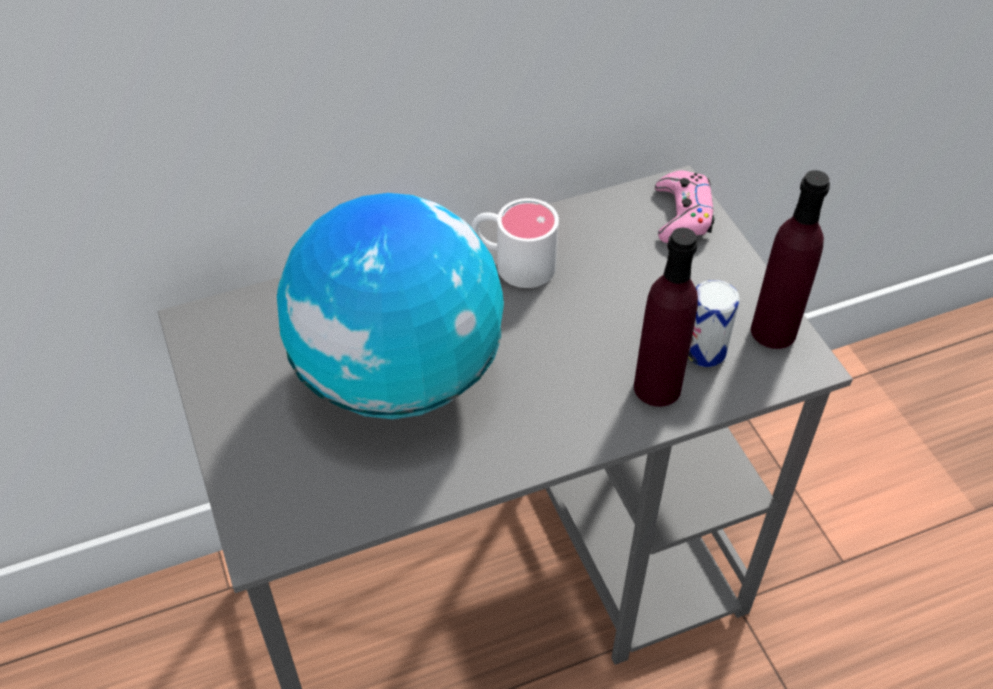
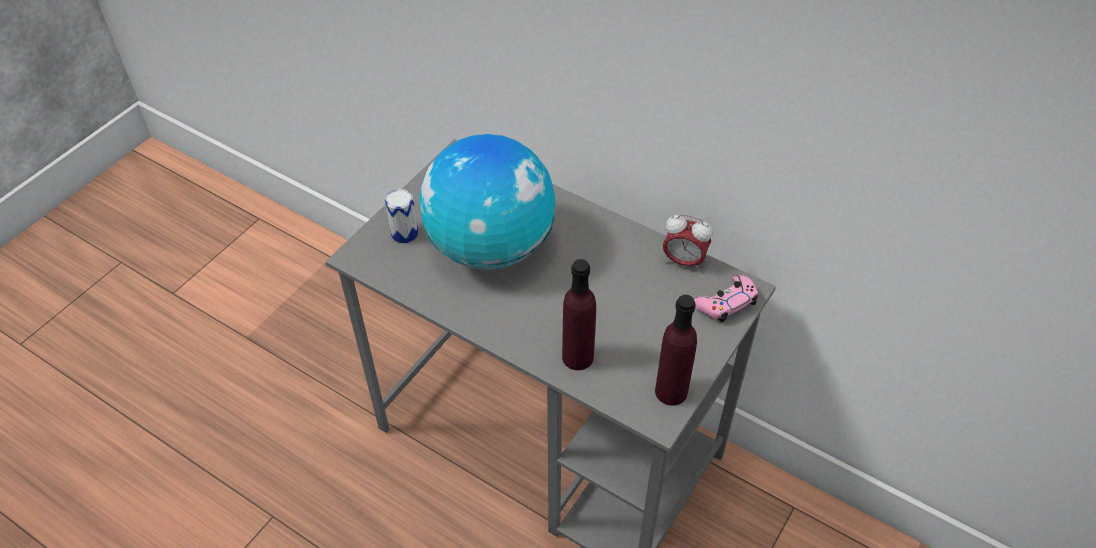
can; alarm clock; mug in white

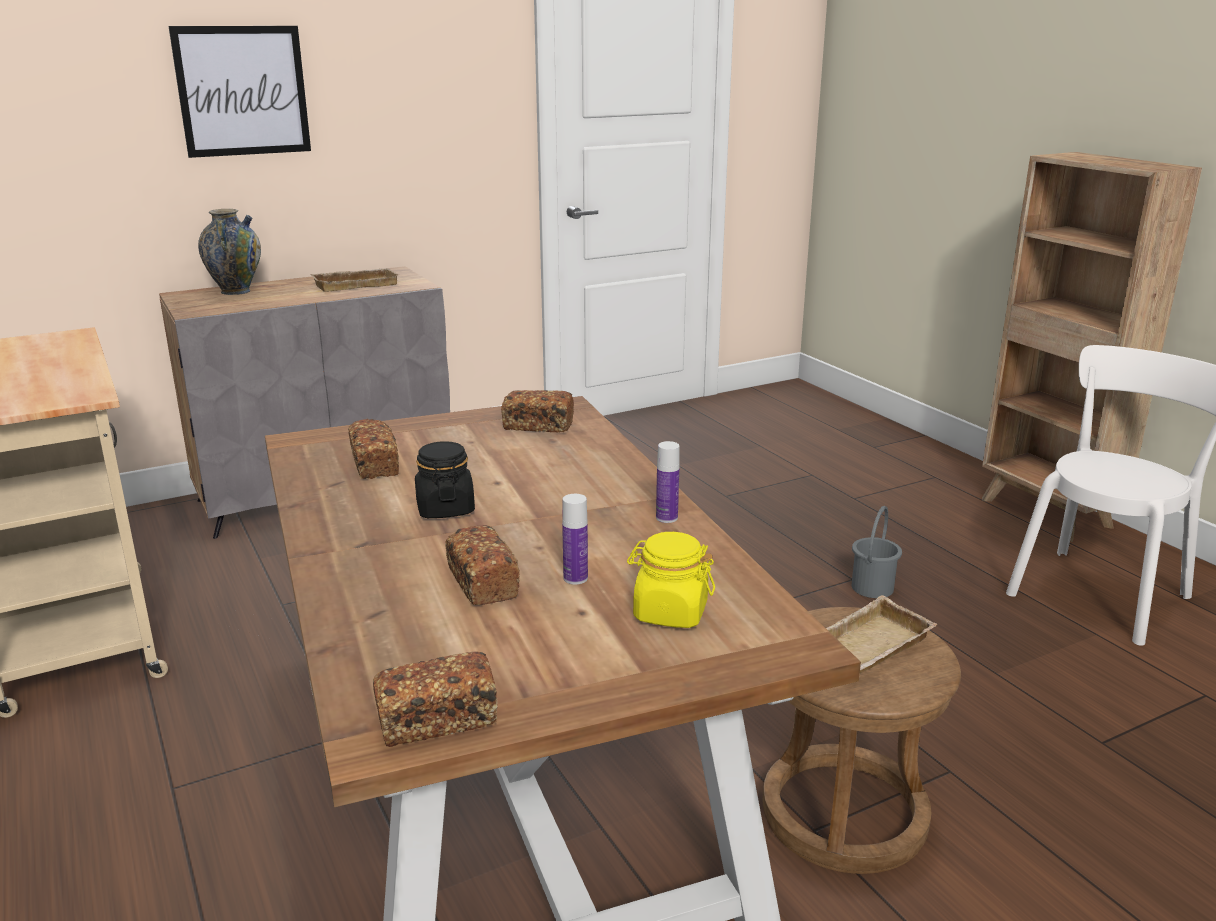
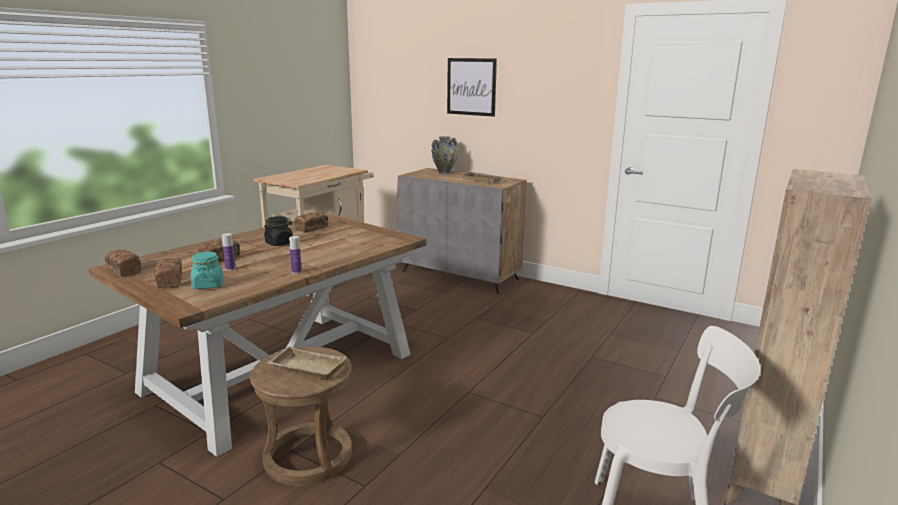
bread (2nd from left); jar in turquoise; bucket in grey

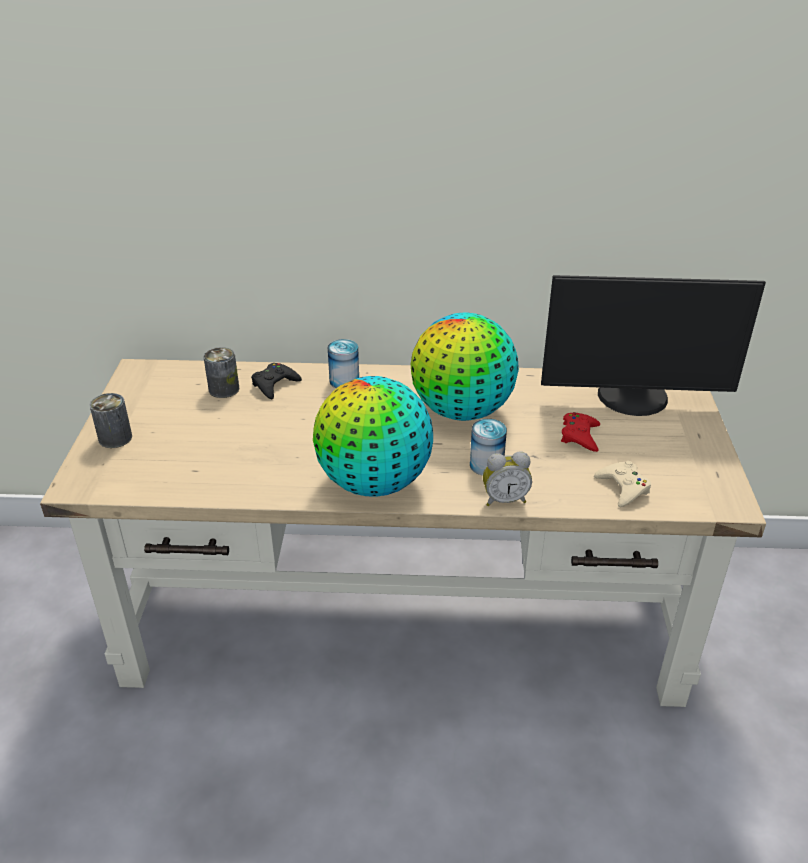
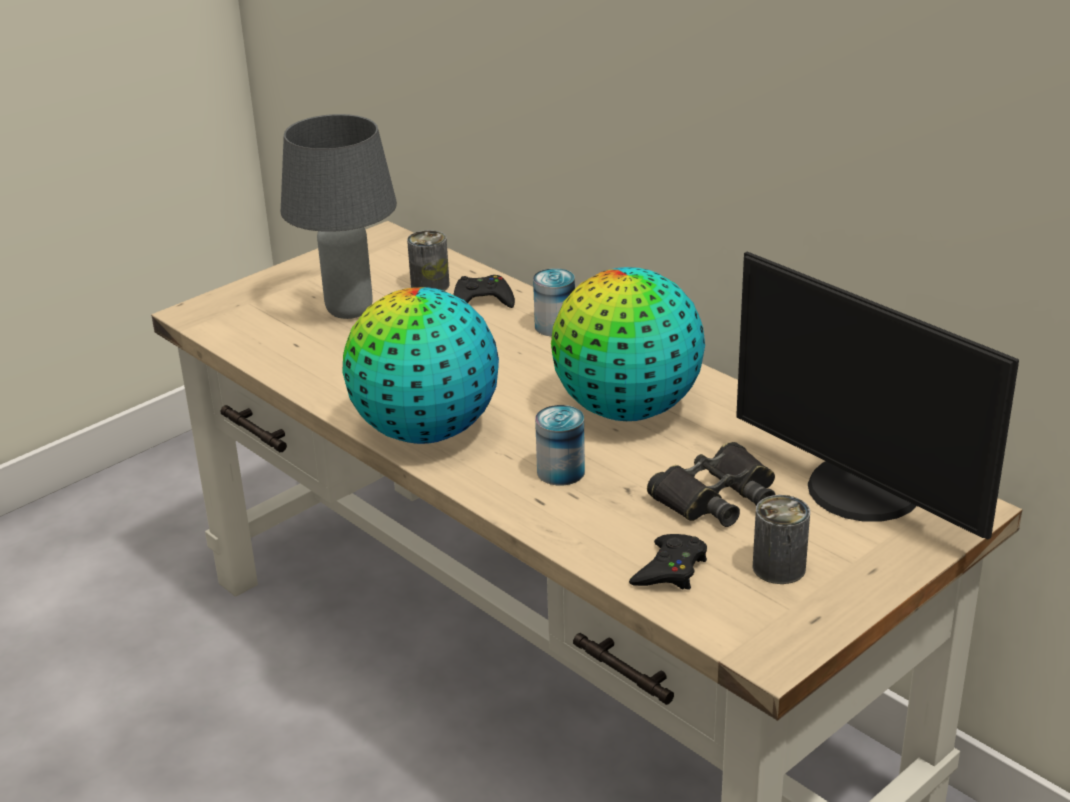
table lamp in grey; game controller in black (2nd from left); binoculars in black; can (4th from left); alarm clock

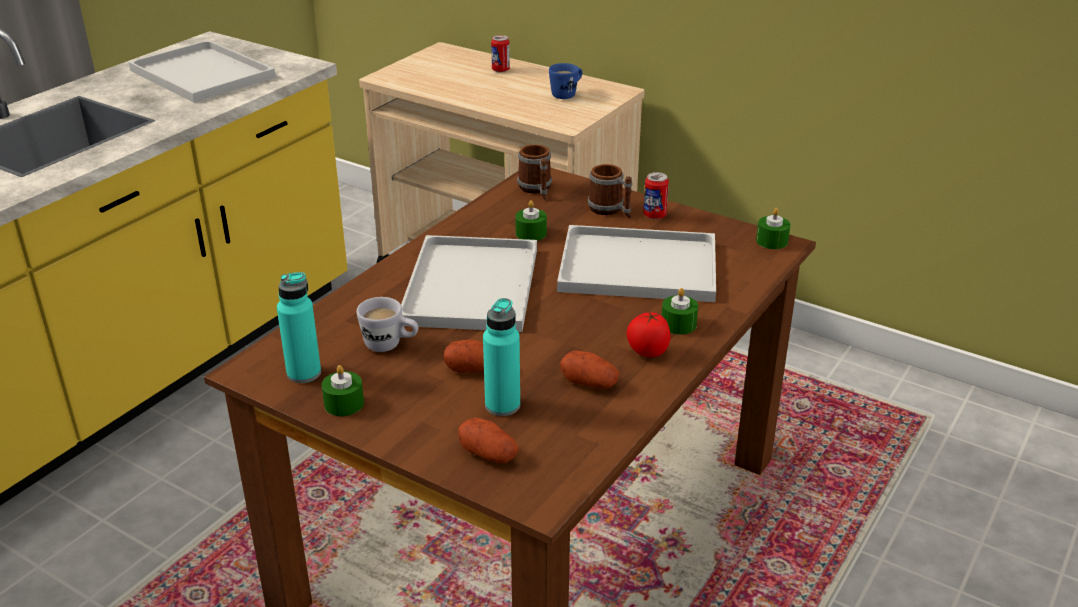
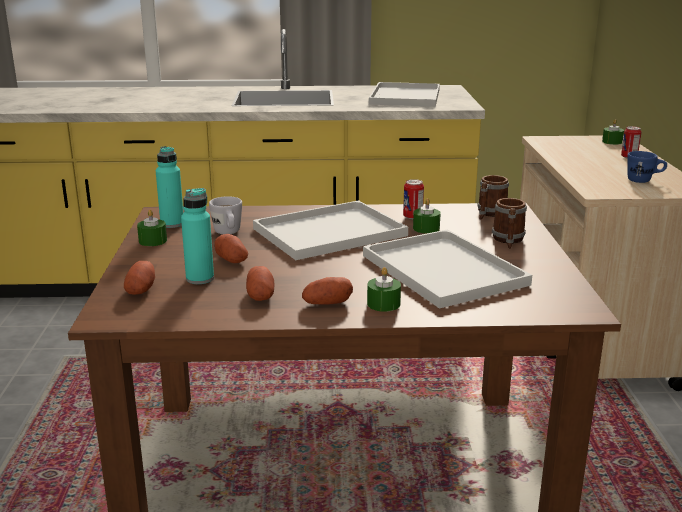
potato (4th from left); can (1st from left); candle in green (4th from left)

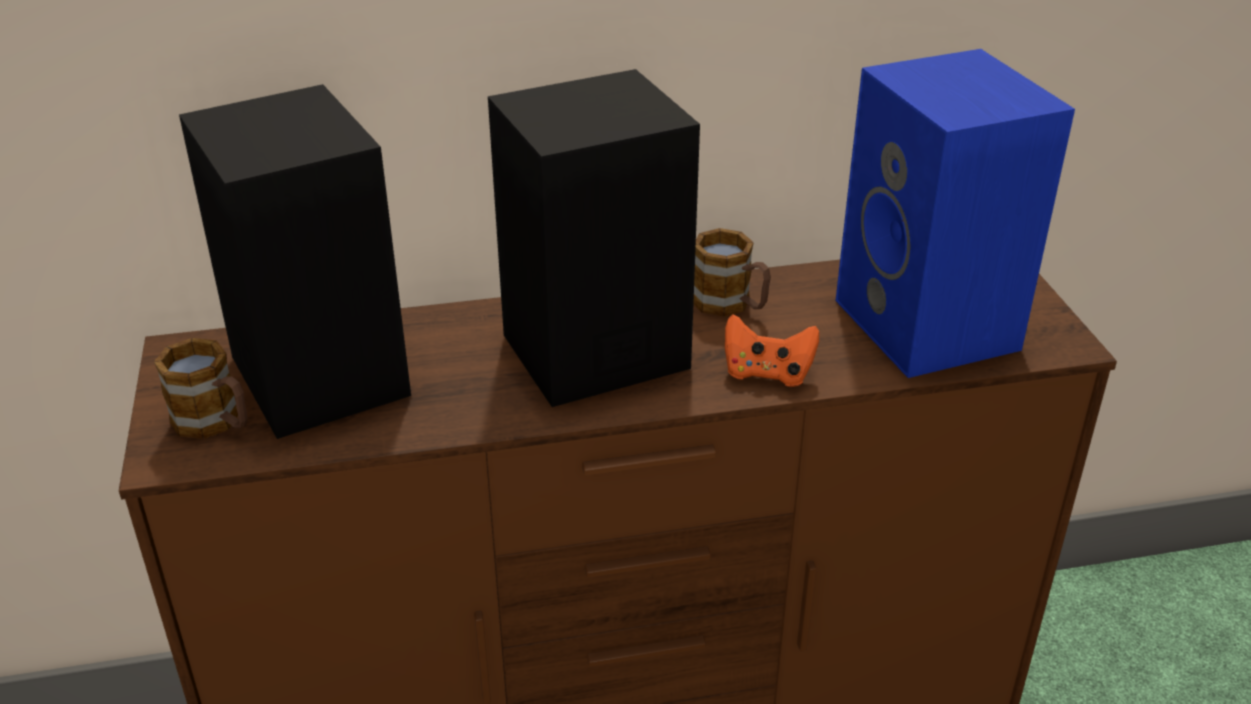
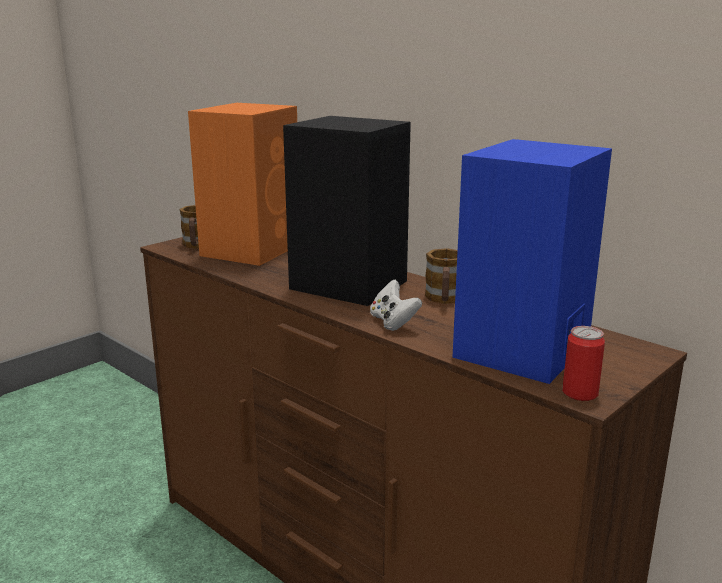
speaker in orange; game controller in white; can

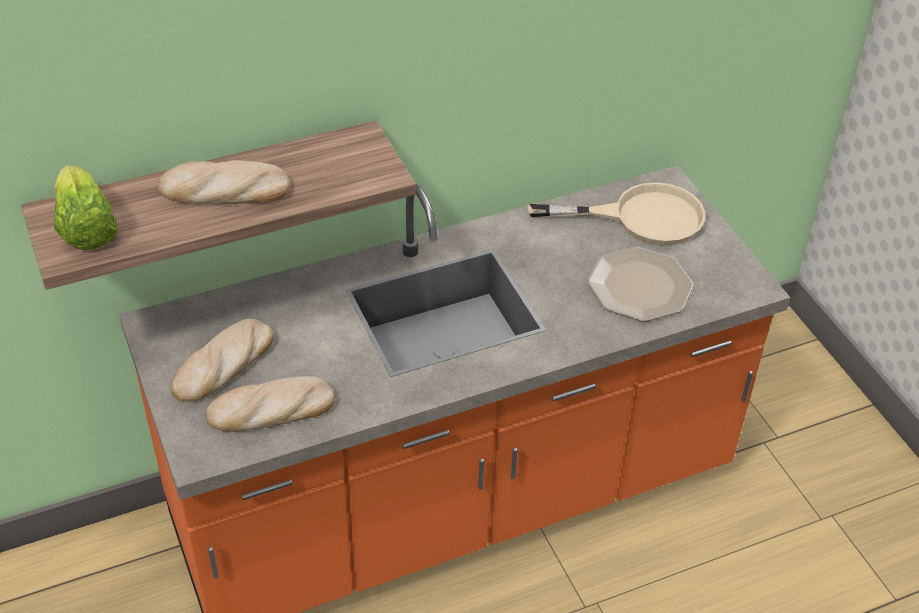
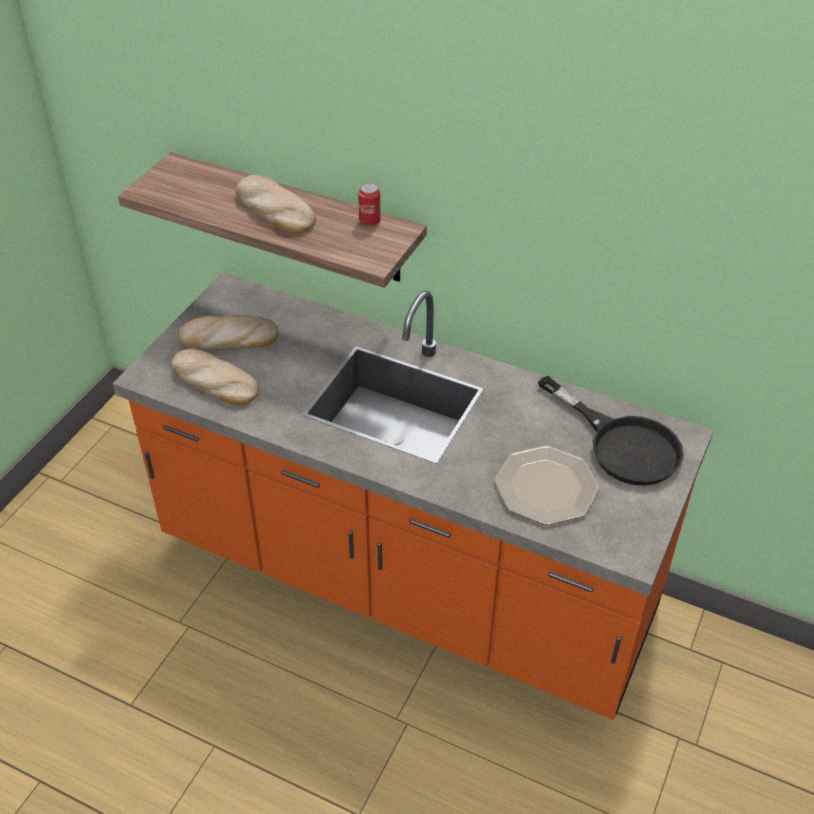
can; frying pan in black; lettuce

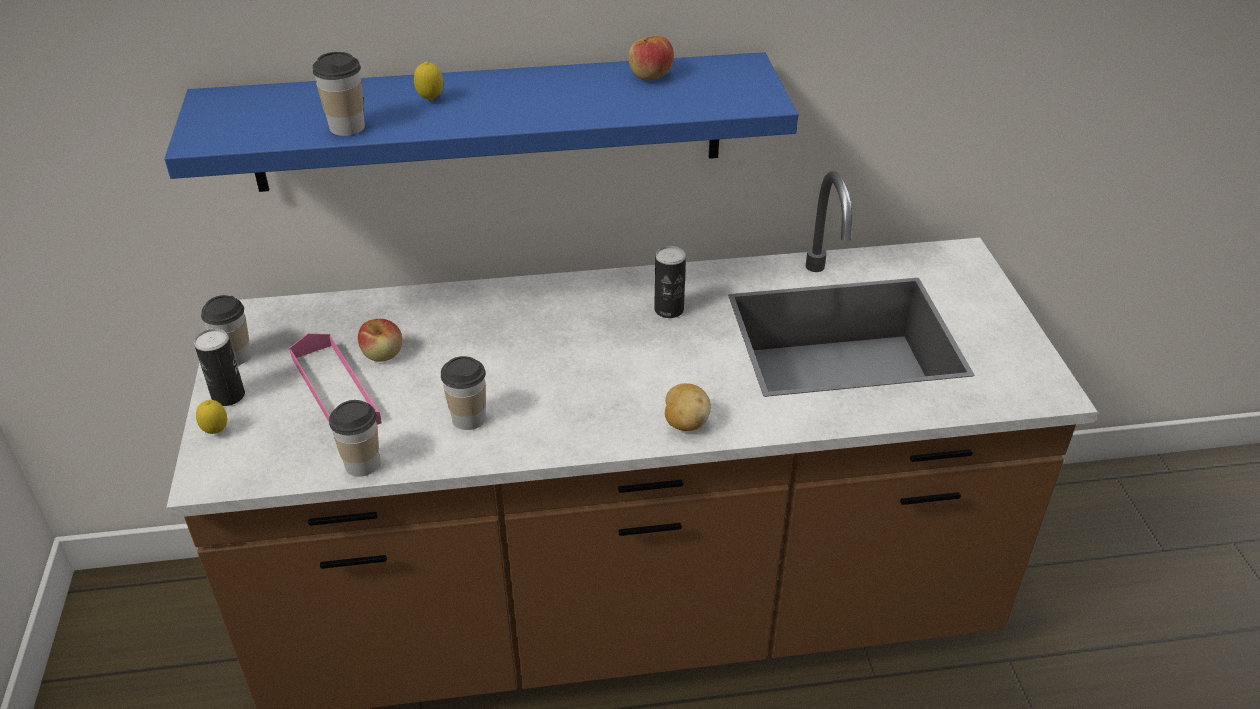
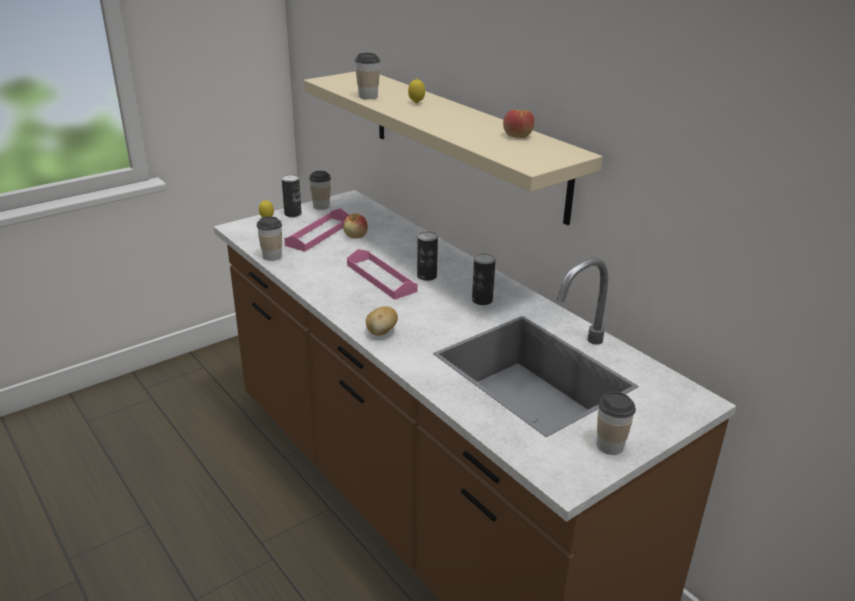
shelf in beige; tray in pink (2nd from left); can (2nd from left); cup (4th from left)

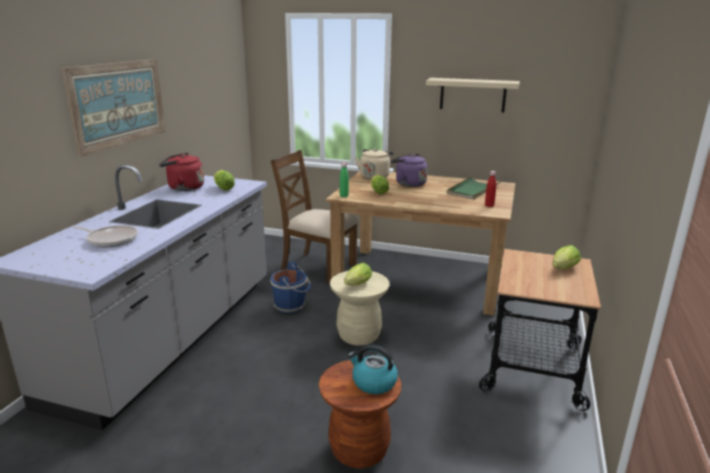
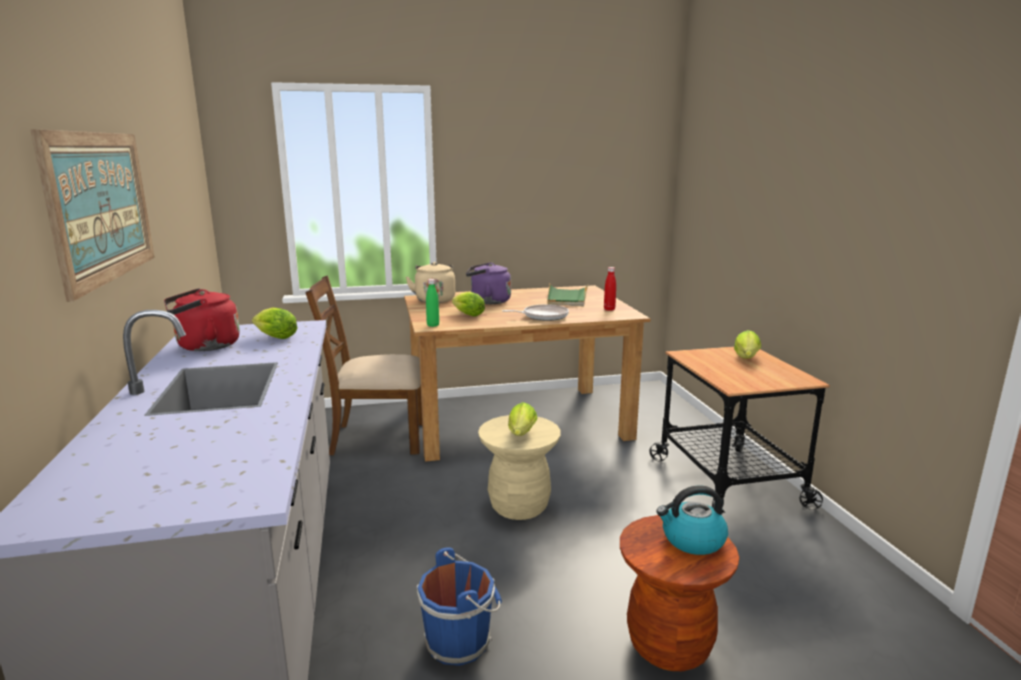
bucket in blue; frying pan; shelf in beige

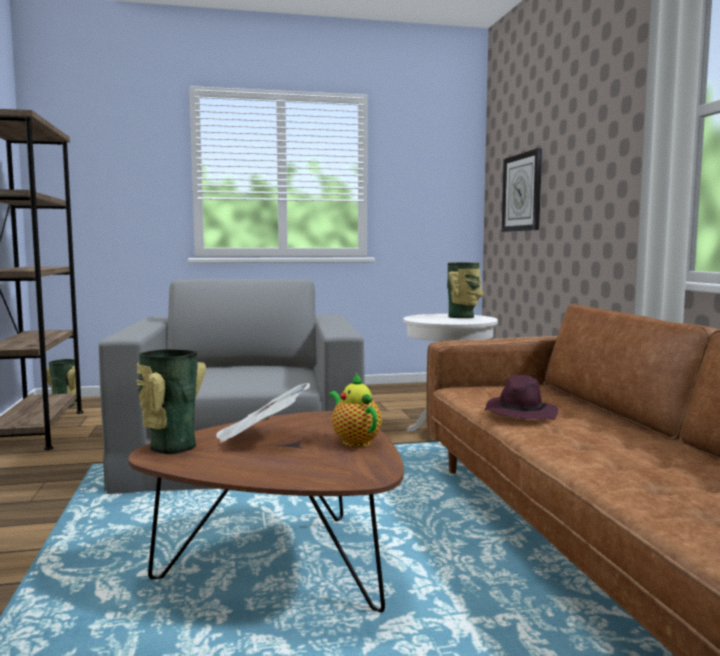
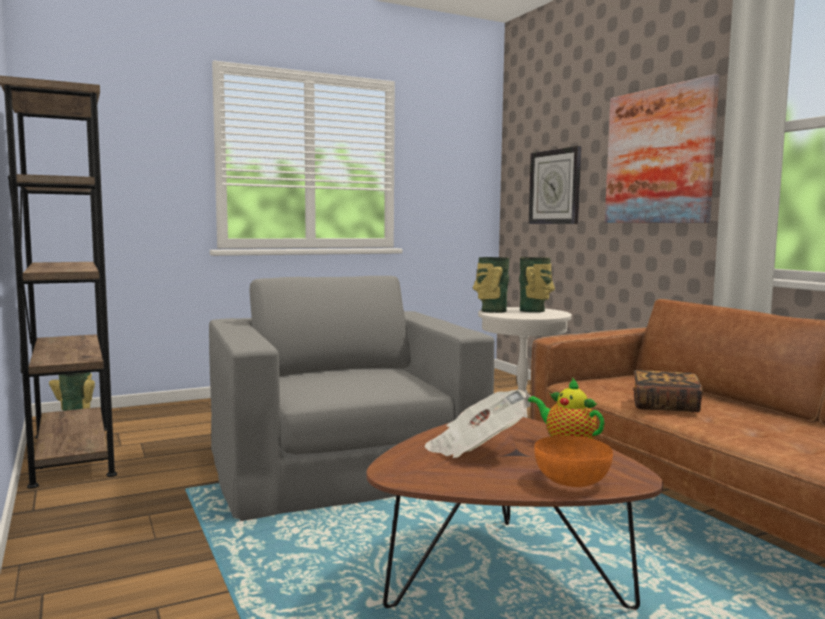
vase (2nd from left); bowl in orange; picture; book

